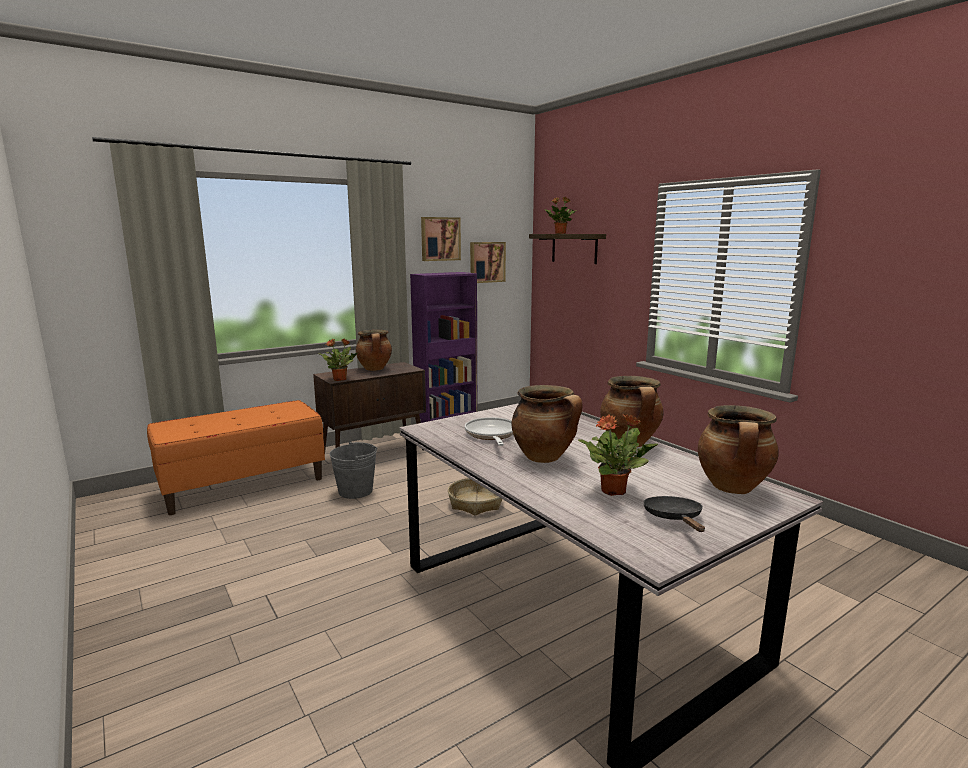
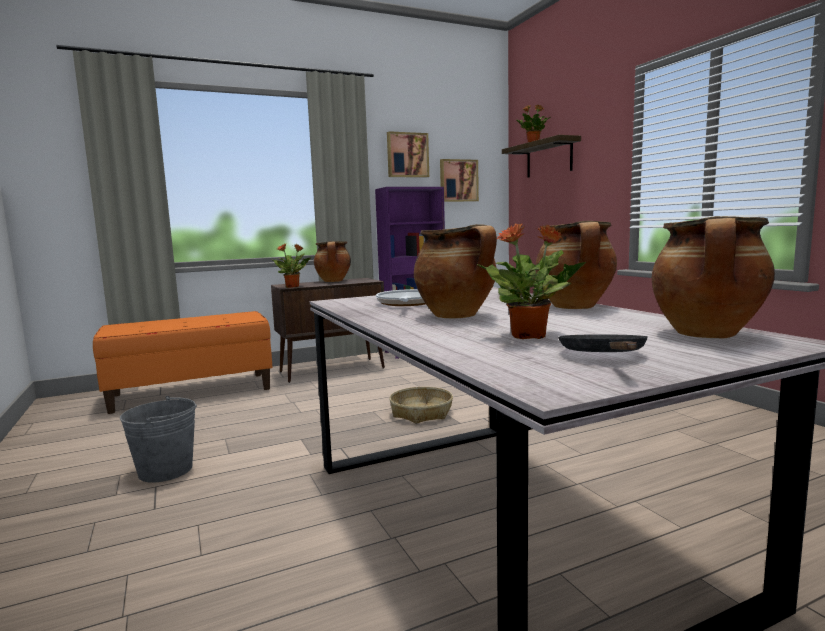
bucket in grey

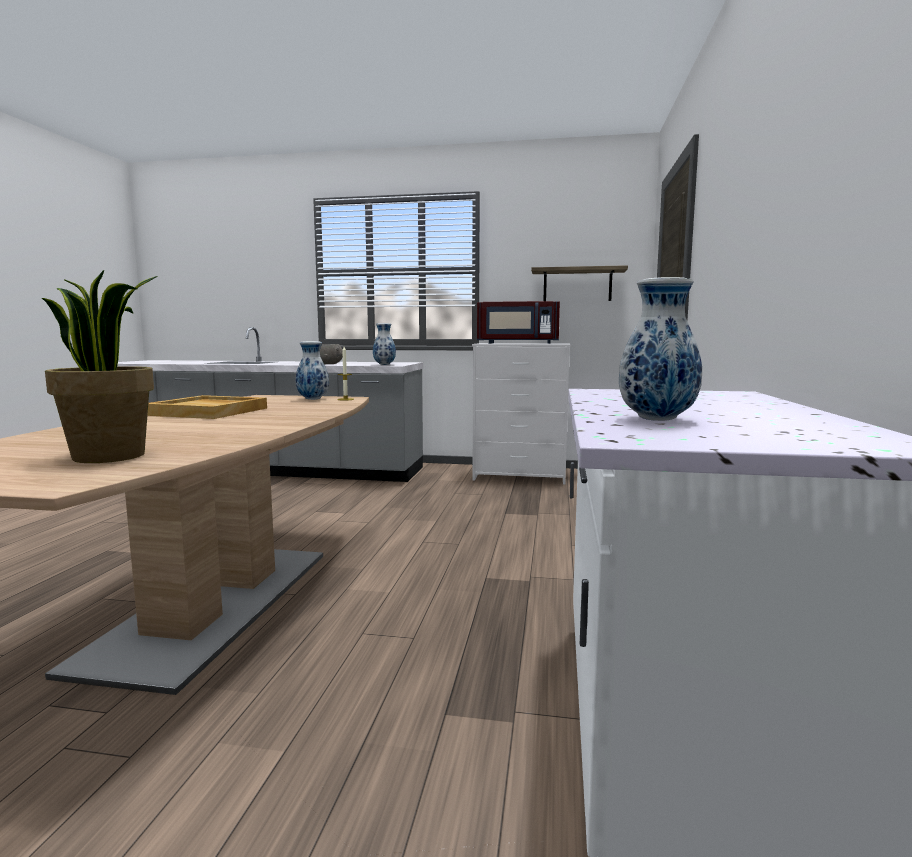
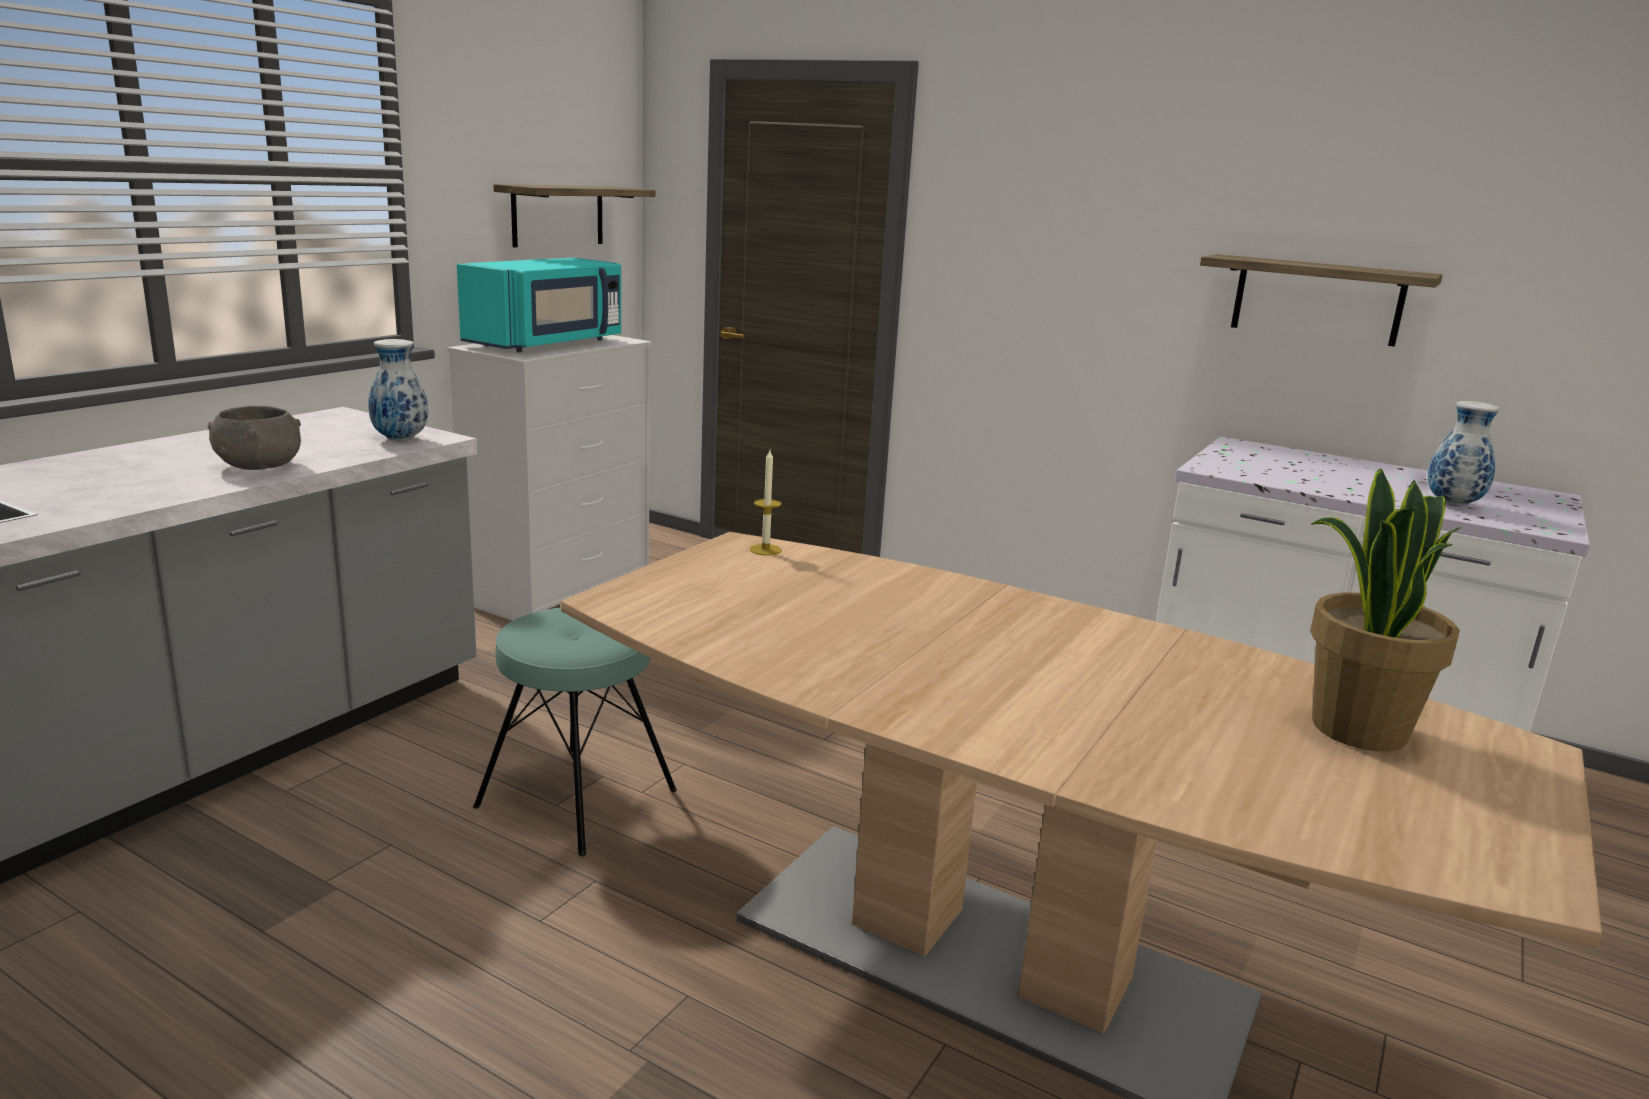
microwave in turquoise; stool in turquoise; shelf (2nd from left); tray in beige; vase (1st from left in the first image)

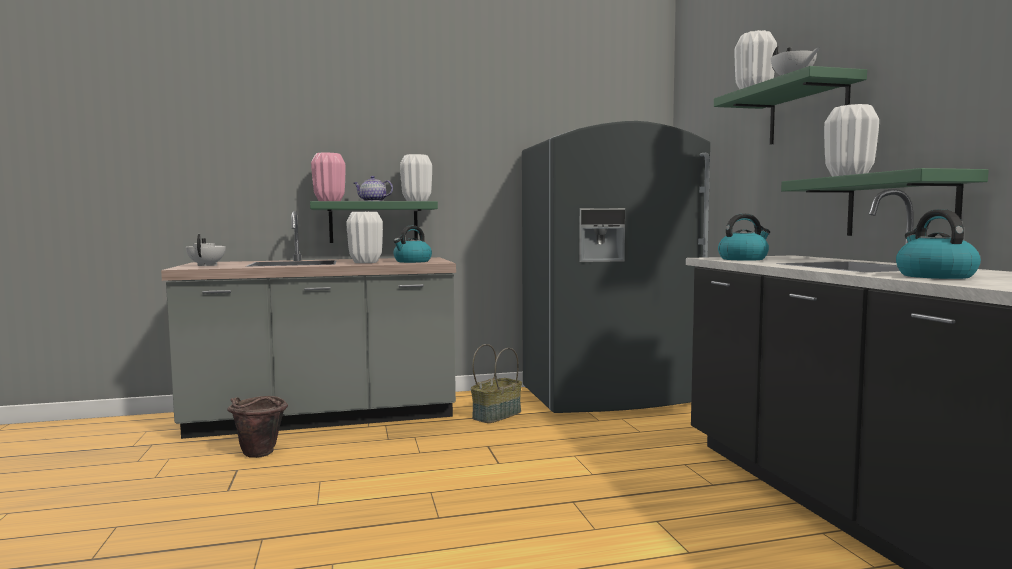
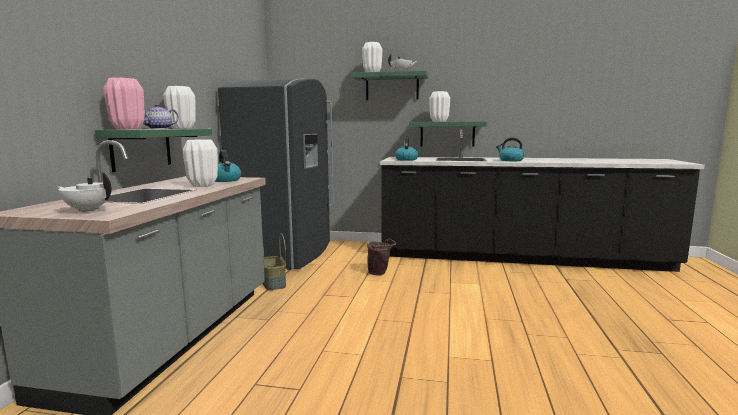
bucket in brown

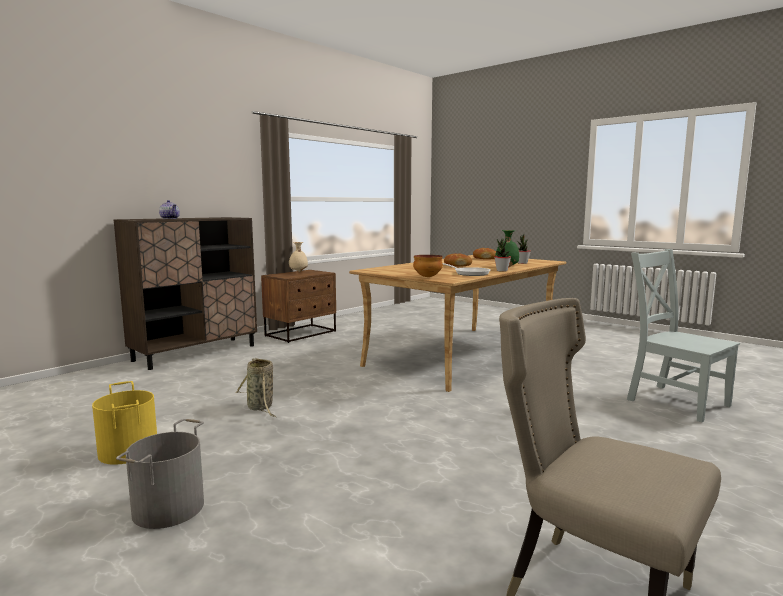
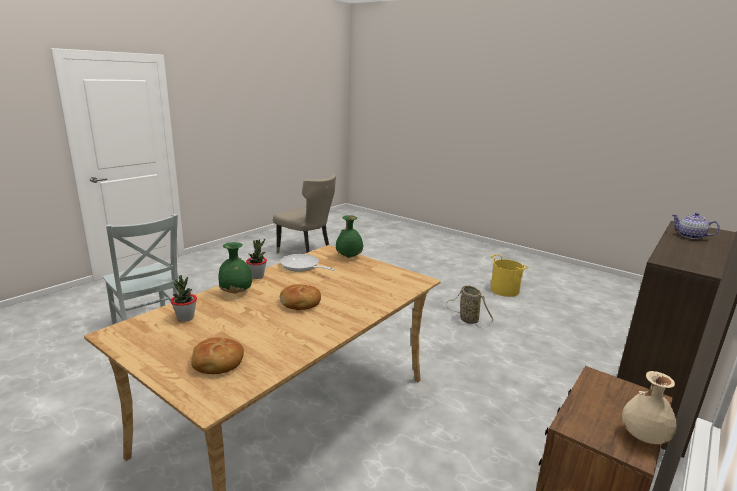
vase in green (2nd from left); bucket in grey

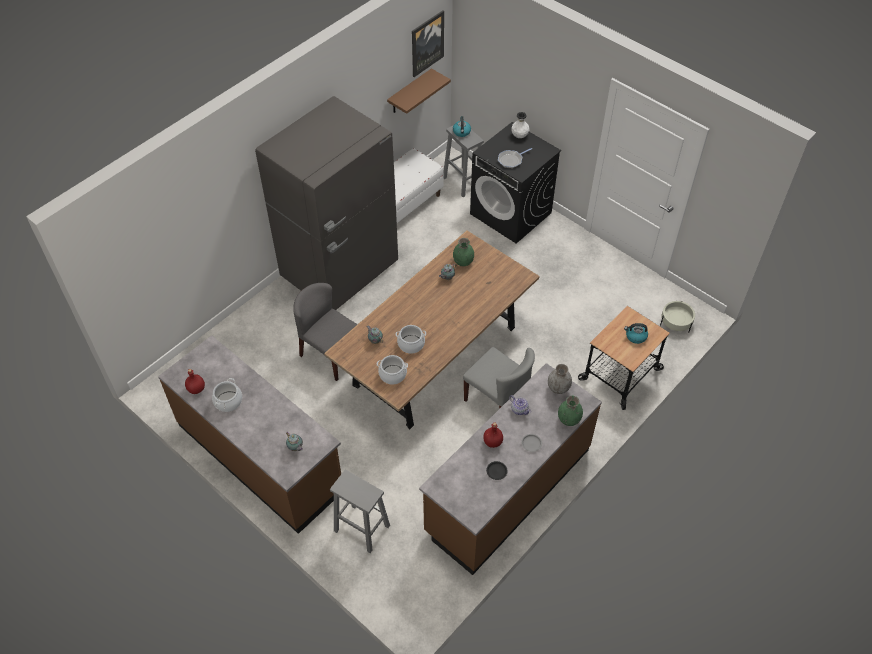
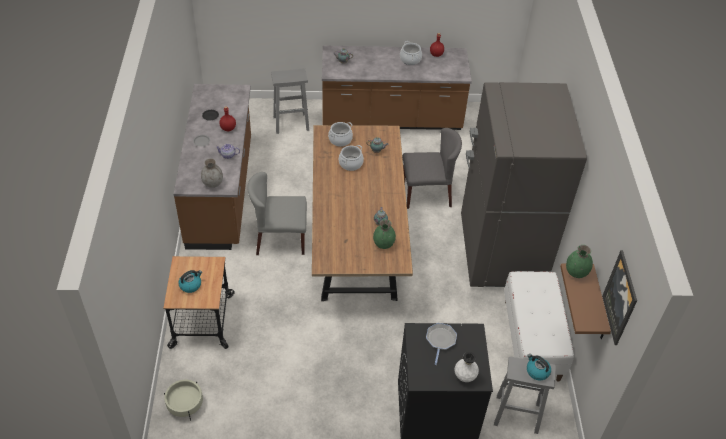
vase in green (2nd from left)

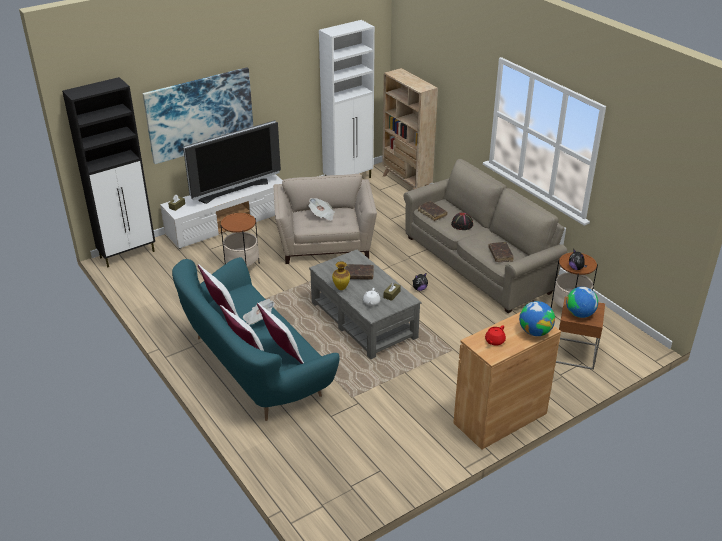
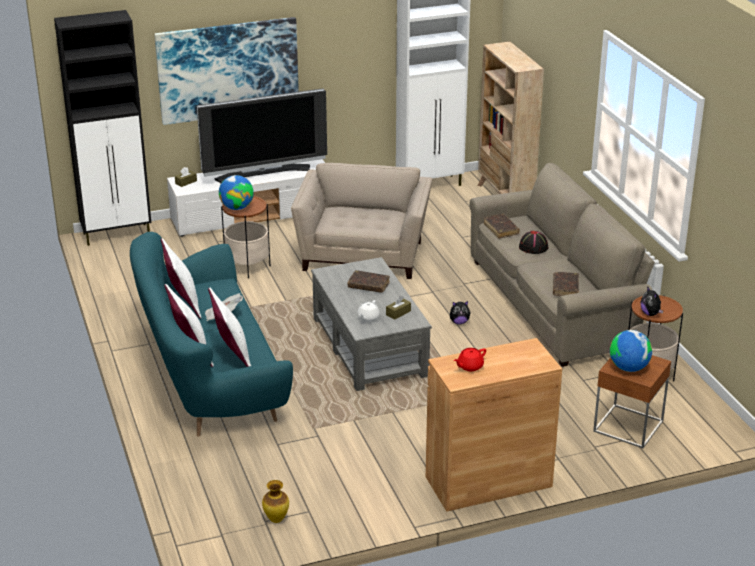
globe (1st from left); vase; newspaper (2nd from left in the first image)

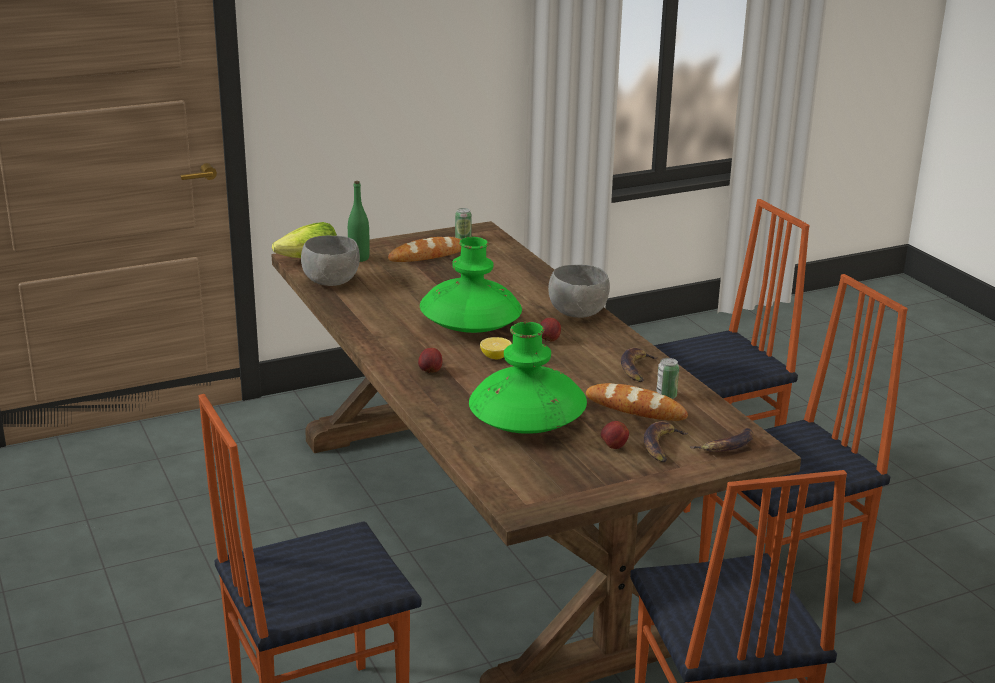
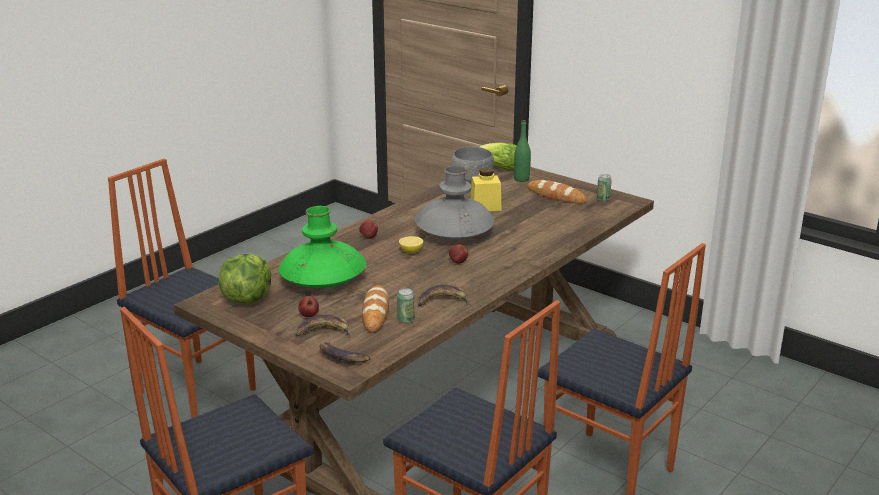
lettuce (1st from left); vase in grey; jar in yellow; bowl in grey (2nd from left in the first image)

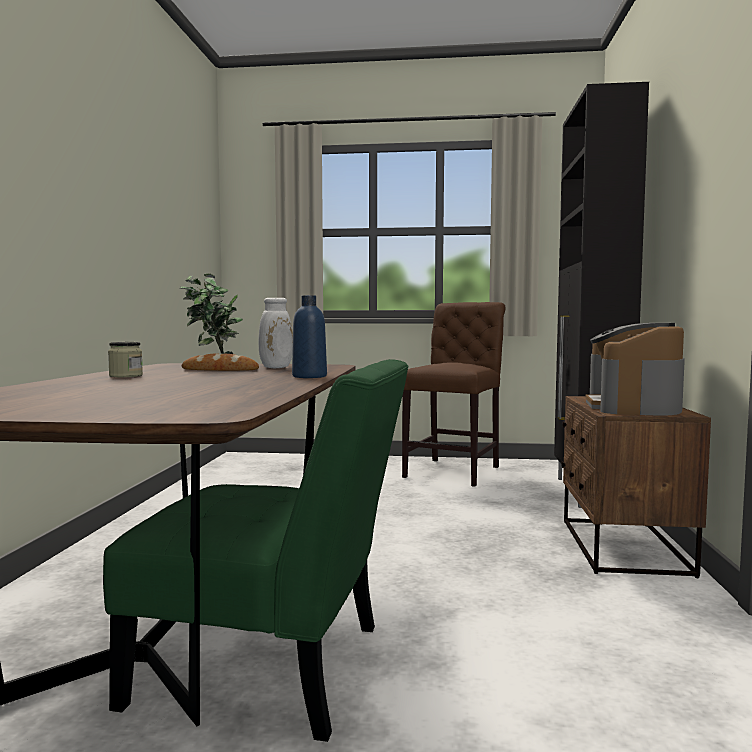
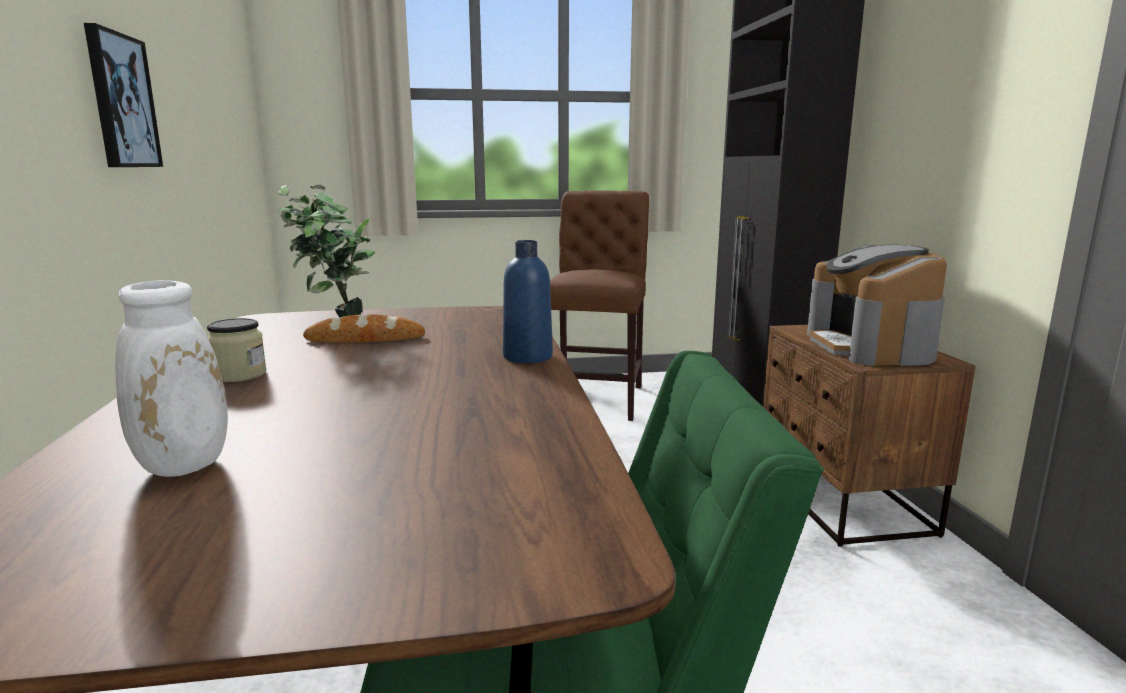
picture; vase in white

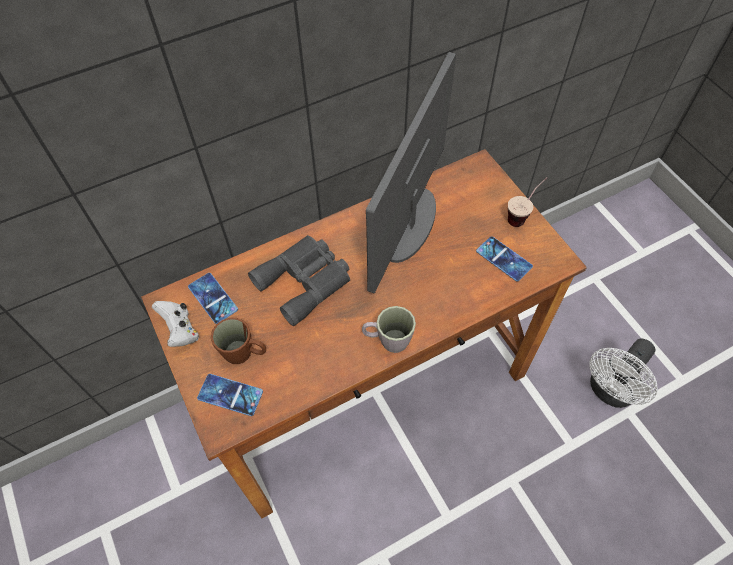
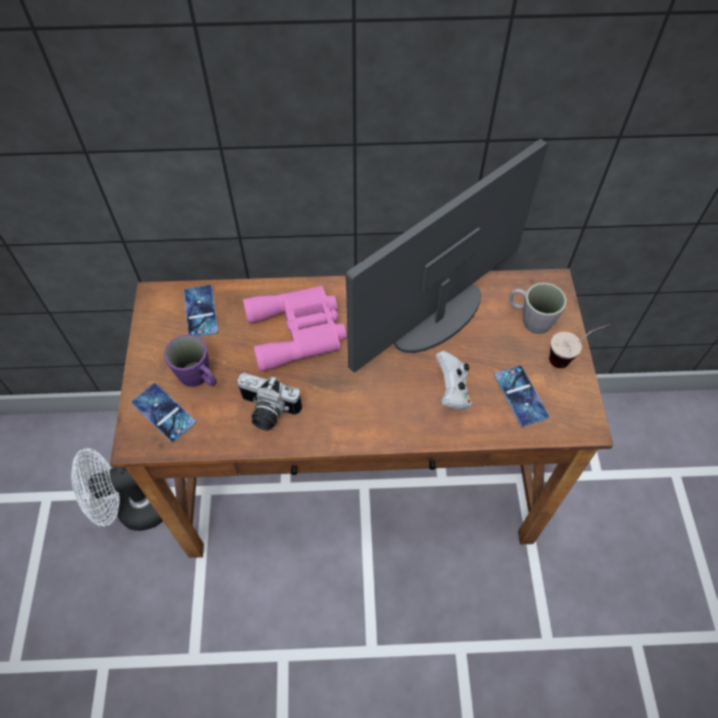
fan in white; mug in purple; photo camera; binoculars in pink; game controller in white; mug in grey

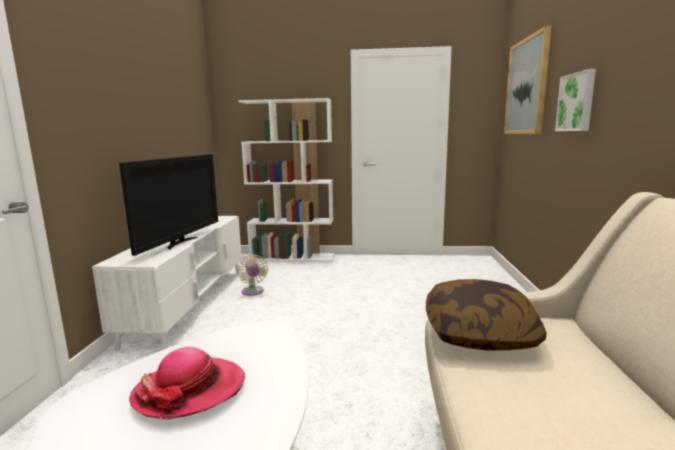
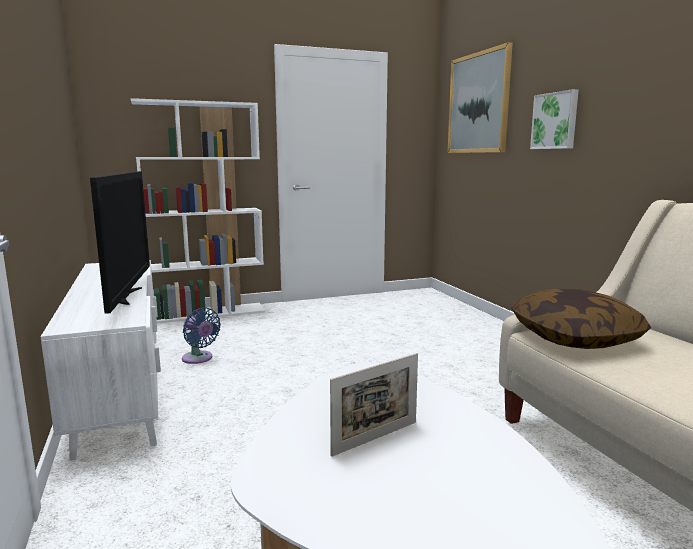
fan in blue; picture frame

